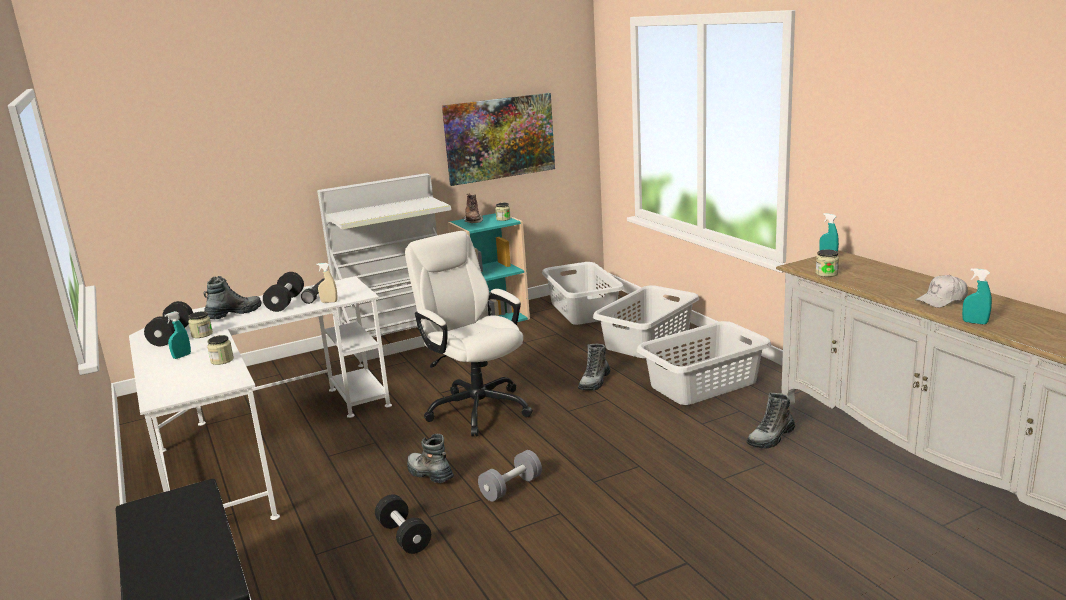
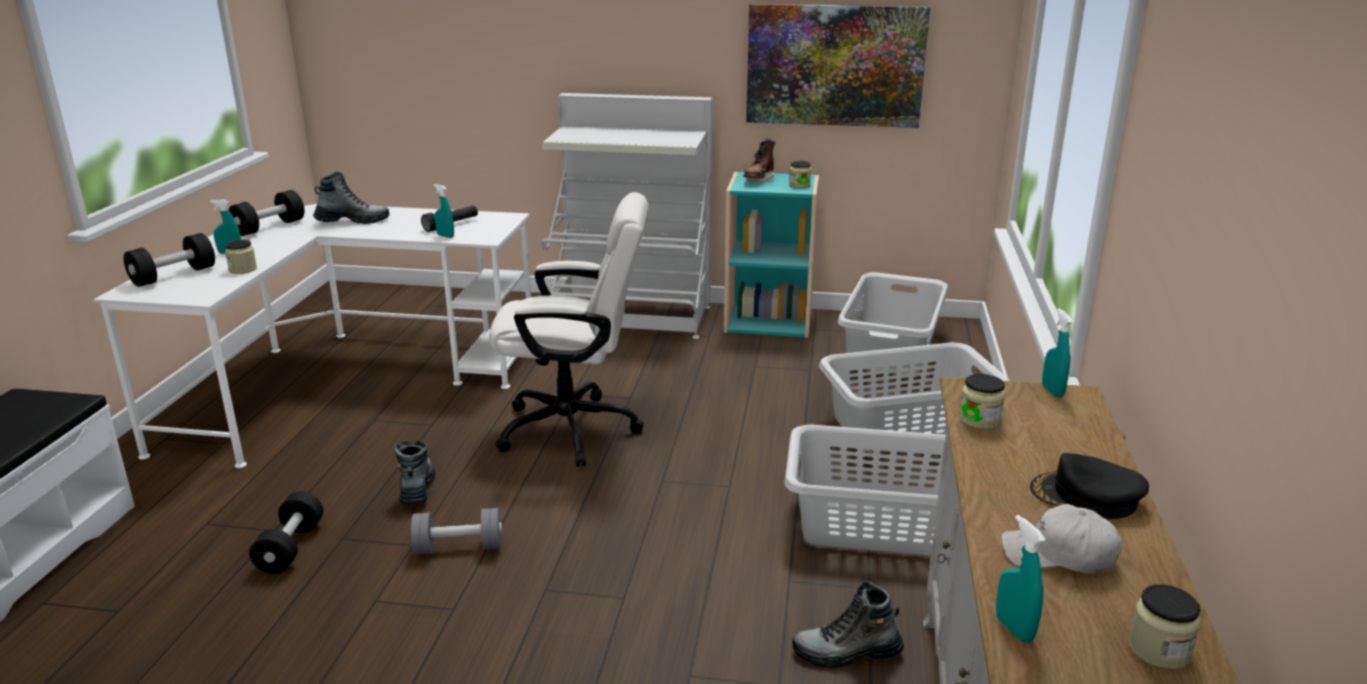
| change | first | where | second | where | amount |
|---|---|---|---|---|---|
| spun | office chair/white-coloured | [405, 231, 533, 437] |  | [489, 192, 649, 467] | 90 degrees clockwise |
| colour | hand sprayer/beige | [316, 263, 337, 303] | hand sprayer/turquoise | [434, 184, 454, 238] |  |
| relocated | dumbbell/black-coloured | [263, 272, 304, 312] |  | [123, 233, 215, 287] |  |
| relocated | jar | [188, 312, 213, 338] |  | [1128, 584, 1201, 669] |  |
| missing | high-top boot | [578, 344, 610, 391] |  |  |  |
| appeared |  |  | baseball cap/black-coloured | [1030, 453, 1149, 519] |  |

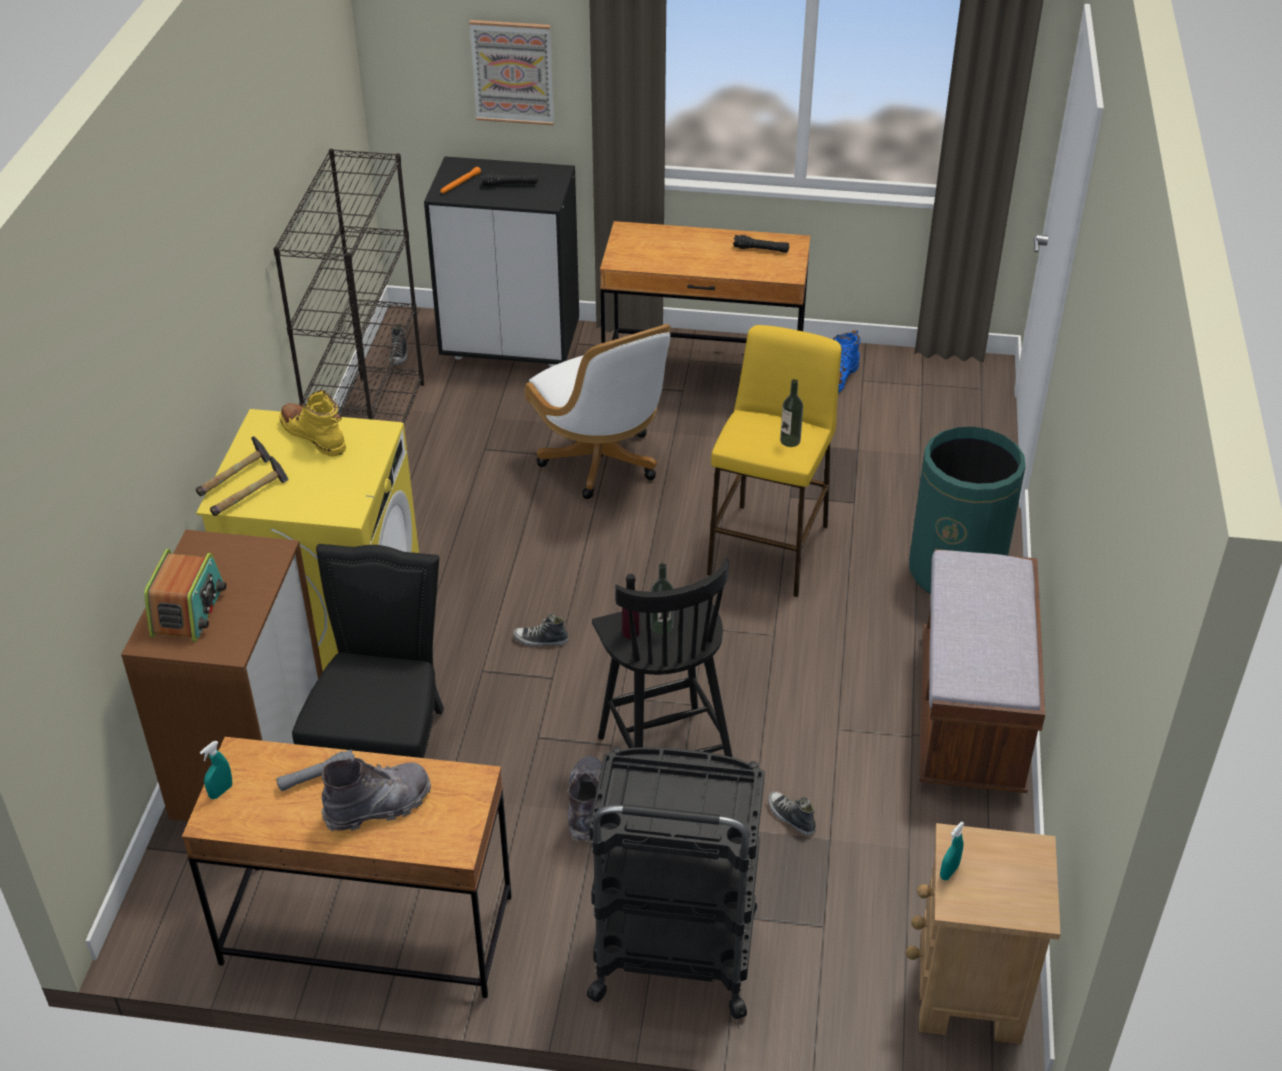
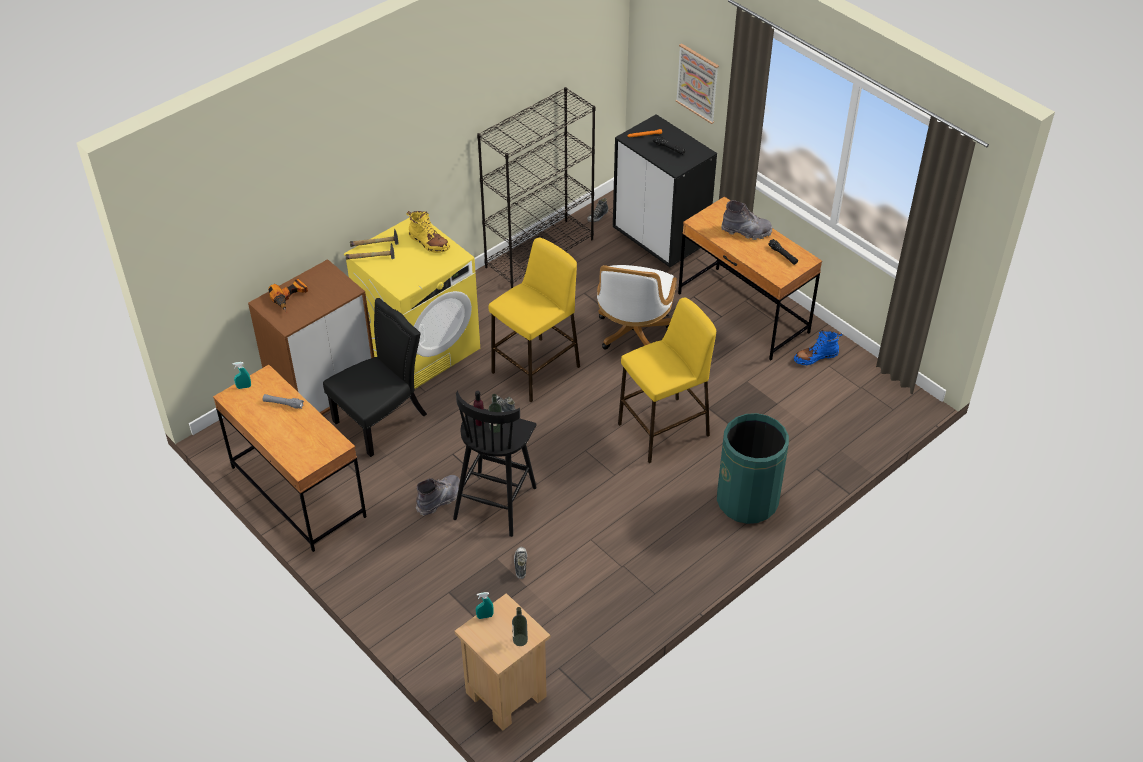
| change | first | where | second | where | amount |
|---|---|---|---|---|---|
| relocated | beverage bottle | [780, 379, 803, 447] |  | [512, 607, 528, 646] |  |
| spun | high-top boot/yellow | [279, 390, 346, 457] |  | [406, 211, 450, 253] | 135 degrees clockwise |
| exchanged | radio | [144, 549, 226, 642] | drill | [268, 279, 308, 313] |  |
| missing | indoor bench/brownish | [919, 549, 1045, 793] |  |  |  |
| missing | cart/black-coloured | [587, 747, 765, 1019] |  |  |  |
| relocated | high-top boot/gray | [321, 758, 431, 832] |  | [721, 200, 773, 240] |  |
| appeared |  |  | stool seat/yellow | [489, 238, 580, 402] |  |

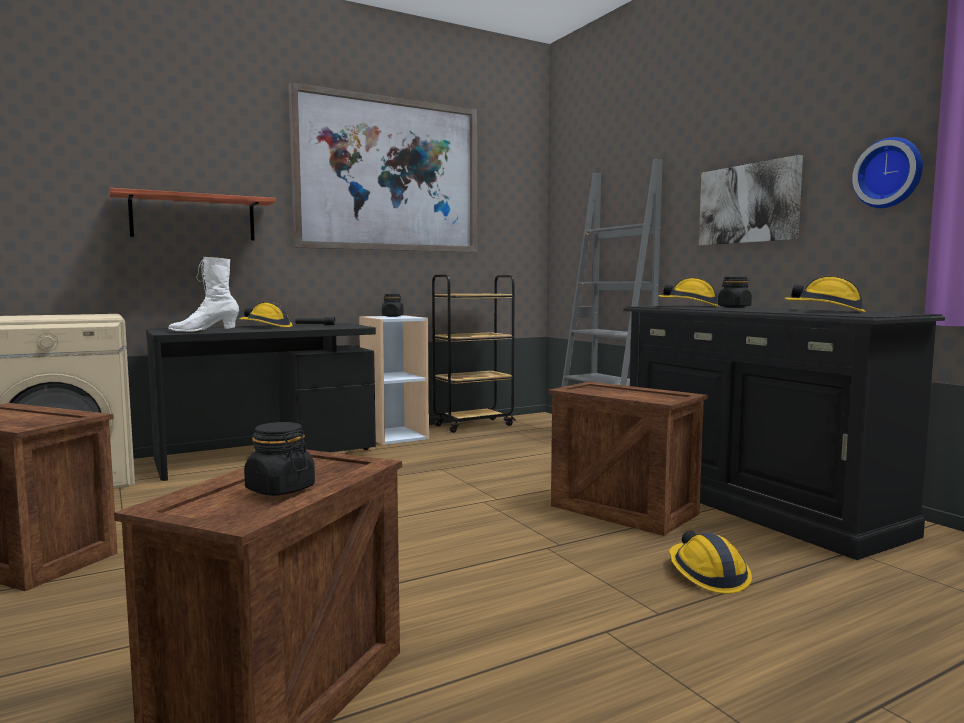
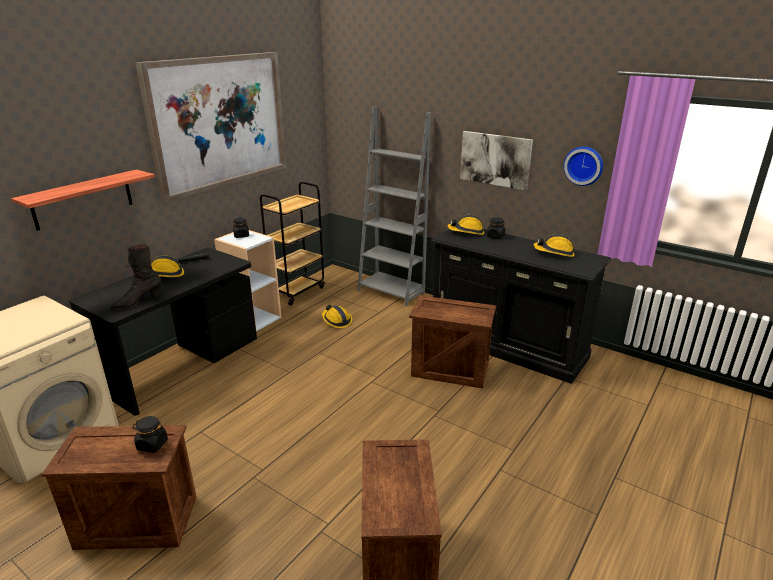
| change | first | where | second | where | amount |
|---|---|---|---|---|---|
| colour | high-top boot/white-coloured | [168, 257, 239, 332] | high-top boot/black-coloured | [110, 244, 162, 310] |  |
| relocated | jar/black-coloured | [244, 422, 315, 496] |  | [132, 416, 168, 453] |  |
| relocated | hard hat | [669, 531, 752, 594] |  | [322, 305, 352, 328] |  |

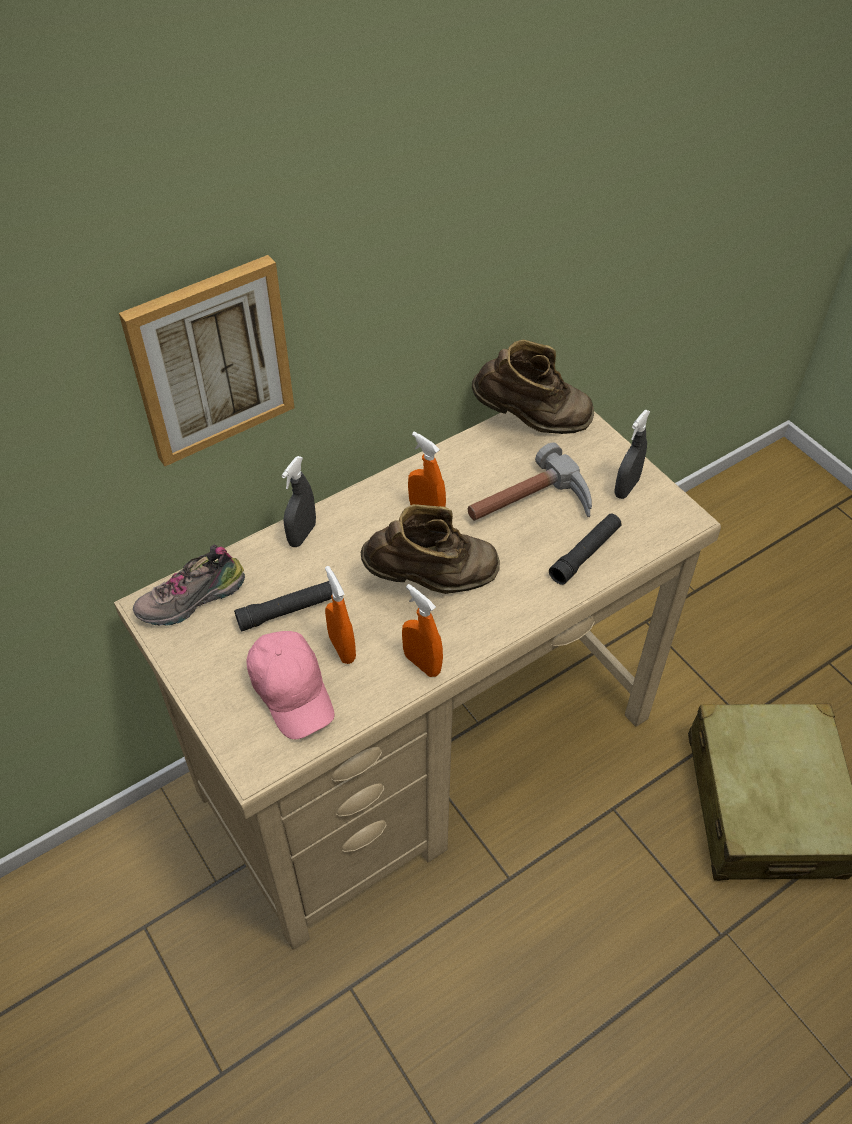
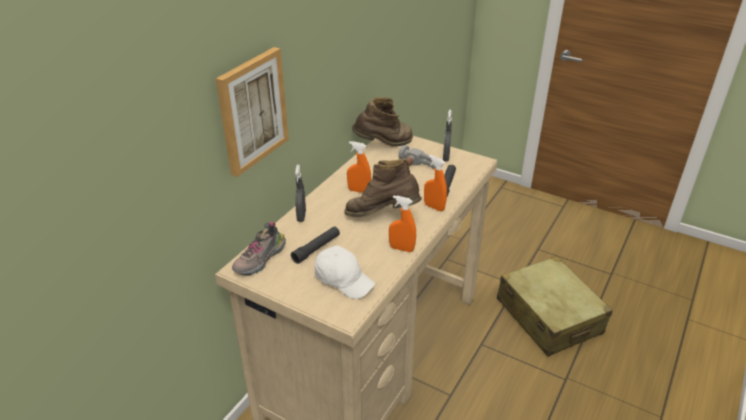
| change | first | where | second | where | amount |
|---|---|---|---|---|---|
| spun | high-top boot/brownish | [361, 504, 500, 594] |  | [344, 158, 422, 217] | 135 degrees counterclockwise |
| relocated | hand sprayer/orange-coloured | [325, 566, 356, 664] |  | [424, 155, 447, 211] |  |
| colour | baseball cap/pink | [247, 631, 335, 739] | baseball cap/white-coloured | [314, 246, 375, 299] |  |

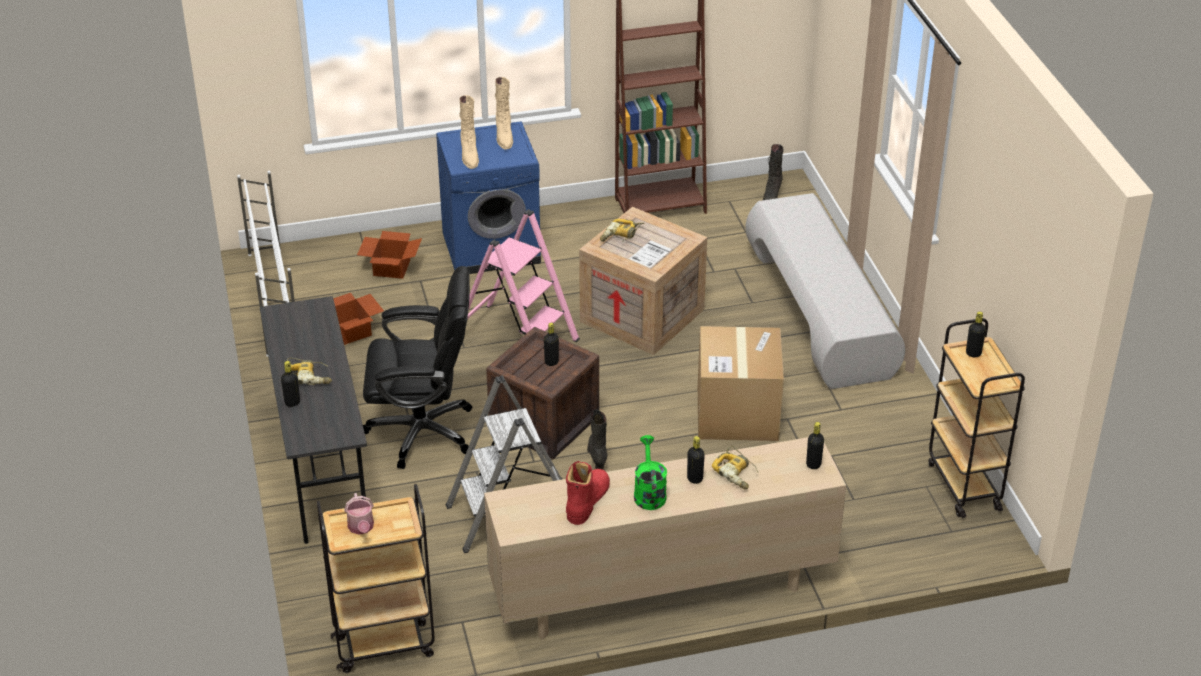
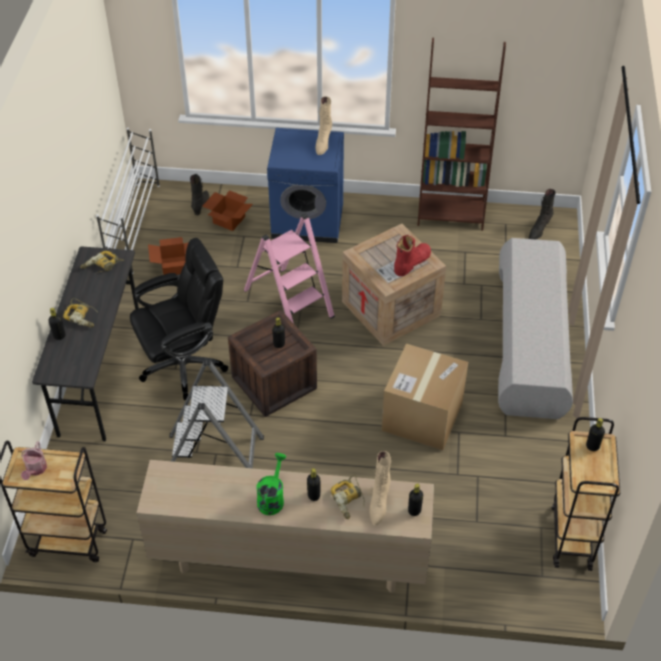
| change | first | where | second | where | amount |
|---|---|---|---|---|---|
| relocated | high-top boot/beige | [459, 95, 479, 169] |  | [370, 451, 391, 525] |  |
| relocated | drill | [600, 219, 644, 242] |  | [80, 251, 124, 274] |  |
| spun | office chair/black-coloured | [363, 266, 473, 469] |  | [130, 238, 228, 400] | 45 degrees counterclockwise |
| relocated | high-top boot/black-coloured | [587, 409, 607, 470] |  | [190, 174, 210, 215] |  |
| relocated | high-top boot/red-coloured | [566, 461, 610, 525] |  | [394, 235, 431, 276] |  |

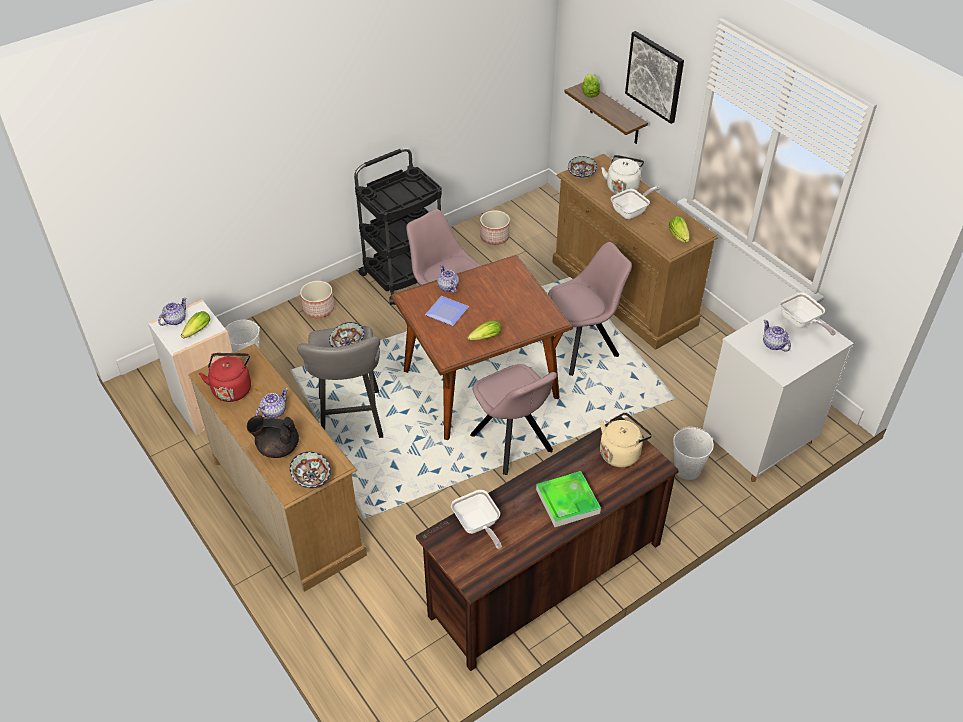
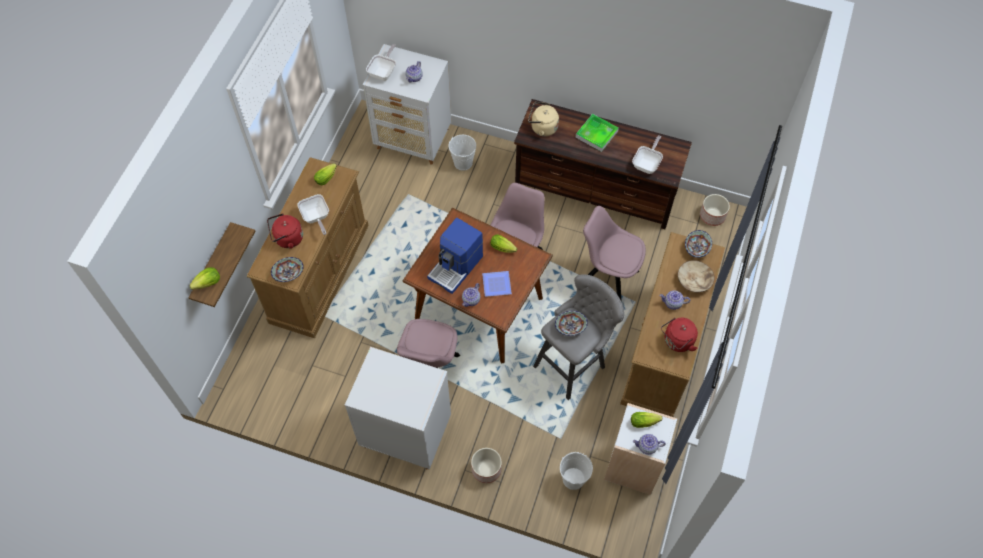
| change | first | where | second | where | amount |
|---|---|---|---|---|---|
| missing | wall picture | [625, 31, 684, 124] |  |  |  |
| exchanged | cart/black-coloured | [354, 148, 442, 305] | drawer chest/white-coloured | [345, 347, 451, 469] |  |
| colour | water kettle/white-coloured | [601, 155, 644, 194] | water kettle/red-coloured | [267, 213, 303, 249] |  |
| spun | pan | [611, 186, 660, 219] |  | [297, 194, 329, 235] | 135 degrees counterclockwise |
| relocated | flower pot | [480, 210, 510, 245] |  | [700, 194, 730, 226] |  |
| relocated | upright chair/pink | [548, 242, 632, 376] |  | [583, 206, 646, 302] |  |
| exchanged | teapot/black-coloured | [247, 415, 299, 458] | serving bowl/beige | [678, 260, 715, 292] |  |
| appeared |  |  | coffee brewer | [427, 218, 483, 294] |  |

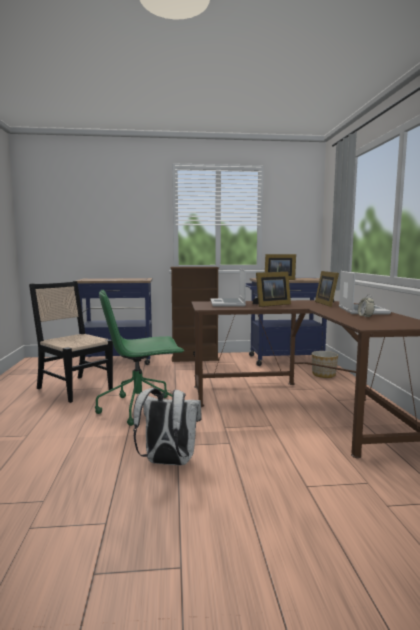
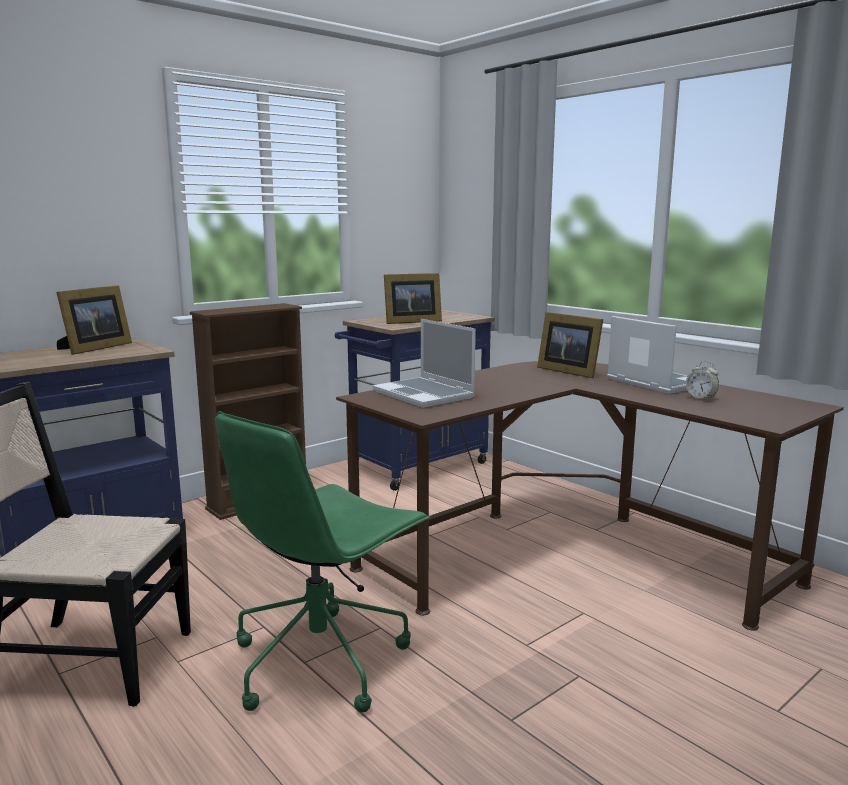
| change | first | where | second | where | amount |
|---|---|---|---|---|---|
| relocated | photo frame | [253, 272, 291, 307] |  | [56, 285, 132, 355] |  |
| missing | flower pot | [312, 351, 338, 378] |  |  |  |
| missing | backpack/white-coloured | [133, 388, 202, 465] |  |  |  |

